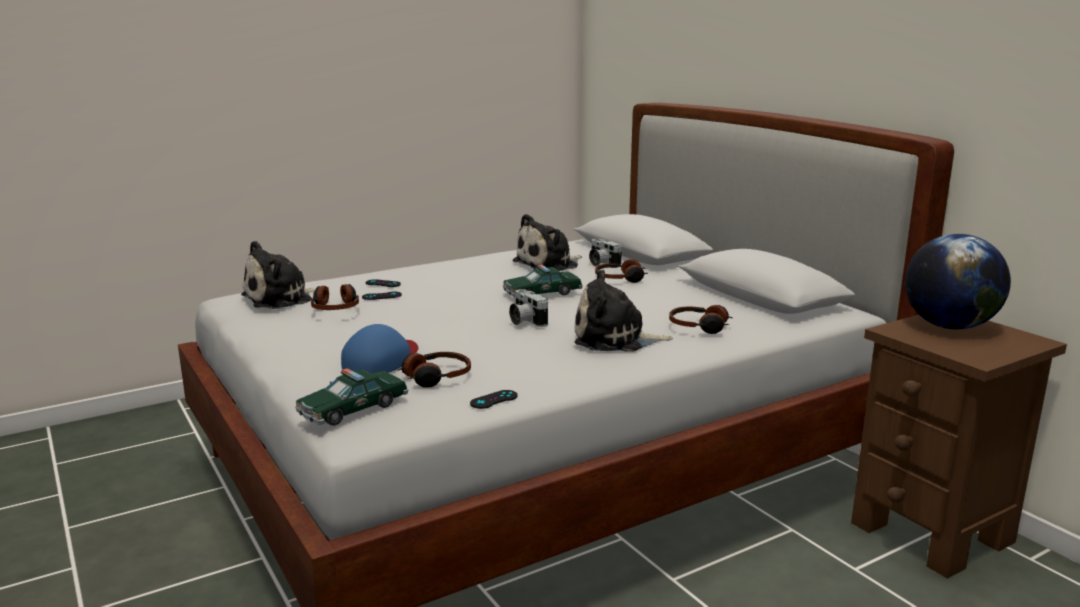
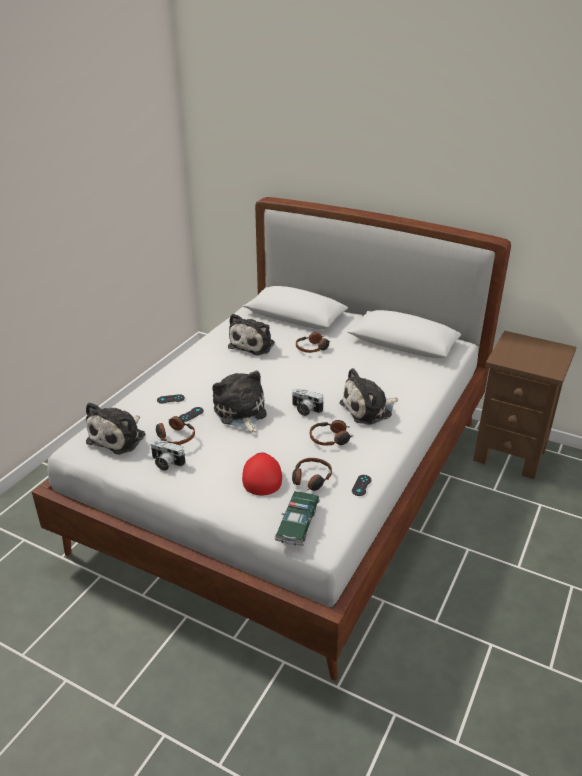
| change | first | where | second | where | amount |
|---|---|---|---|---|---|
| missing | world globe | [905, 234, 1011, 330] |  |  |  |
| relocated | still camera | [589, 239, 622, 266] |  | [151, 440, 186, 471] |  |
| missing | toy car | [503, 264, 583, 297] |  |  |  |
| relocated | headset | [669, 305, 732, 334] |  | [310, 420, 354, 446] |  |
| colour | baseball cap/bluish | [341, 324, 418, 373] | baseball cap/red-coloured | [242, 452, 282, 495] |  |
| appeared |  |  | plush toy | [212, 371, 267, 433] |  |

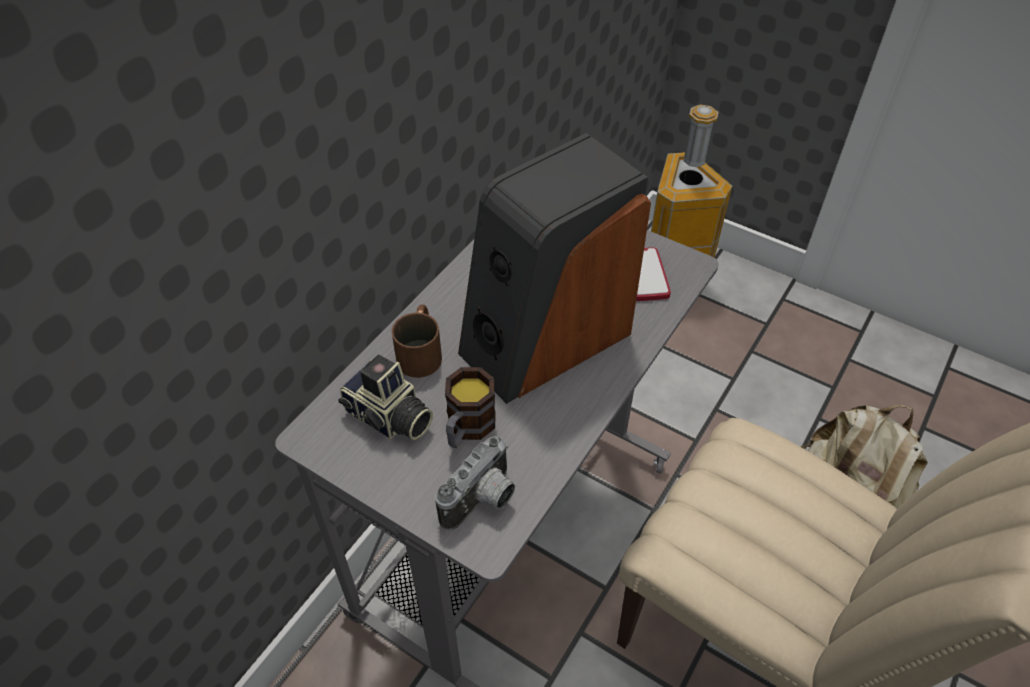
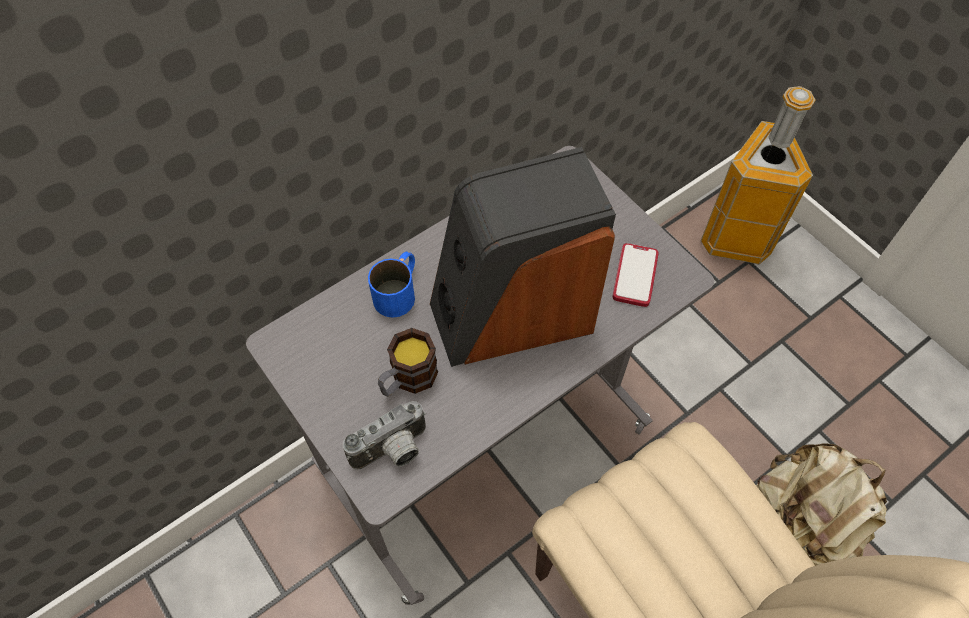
| change | first | where | second | where | amount |
|---|---|---|---|---|---|
| colour | tea mug/brownish | [392, 305, 442, 378] | tea mug/bluish | [368, 252, 415, 318] |  |
| missing | still camera | [338, 355, 433, 440] |  |  |  |

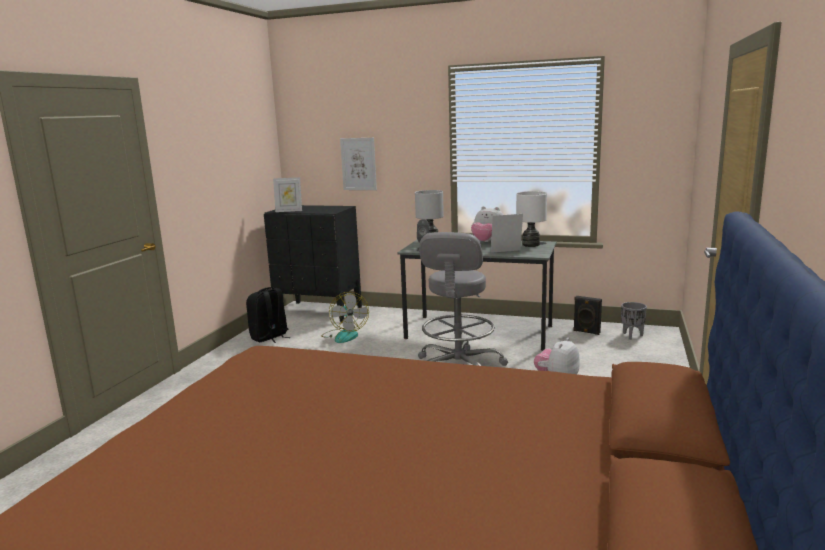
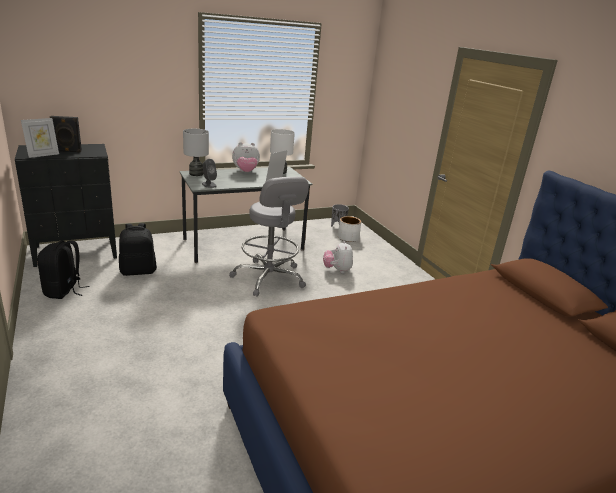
| change | first | where | second | where | amount |
|---|---|---|---|---|---|
| missing | wall picture | [340, 138, 377, 190] |  |  |  |
| exchanged | fan | [321, 292, 369, 343] | backpack/black-coloured | [119, 223, 157, 276] |  |
| relocated | loudspeaker/black-coloured | [573, 296, 602, 335] |  | [50, 116, 82, 152] |  |
| appeared |  |  | flower pot/white-coloured | [338, 216, 361, 242] |  |

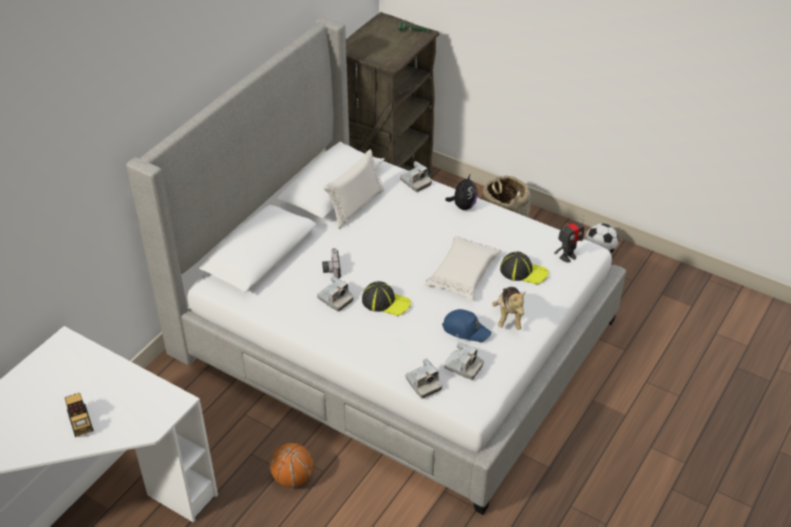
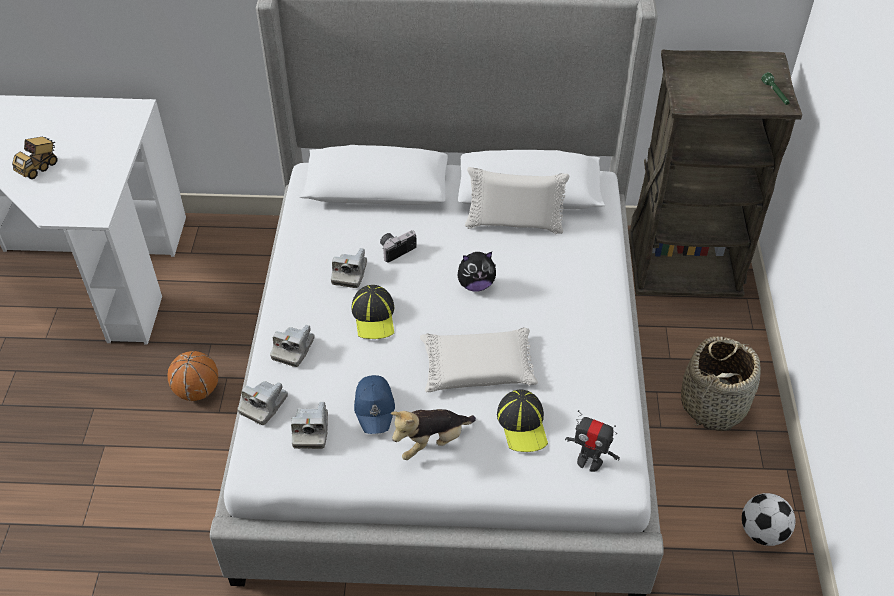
| change | first | where | second | where | amount |
|---|---|---|---|---|---|
| relocated | still camera | [400, 161, 432, 192] |  | [270, 325, 314, 367] |  |
| relocated | plush toy | [445, 173, 478, 210] |  | [458, 252, 496, 291] |  |

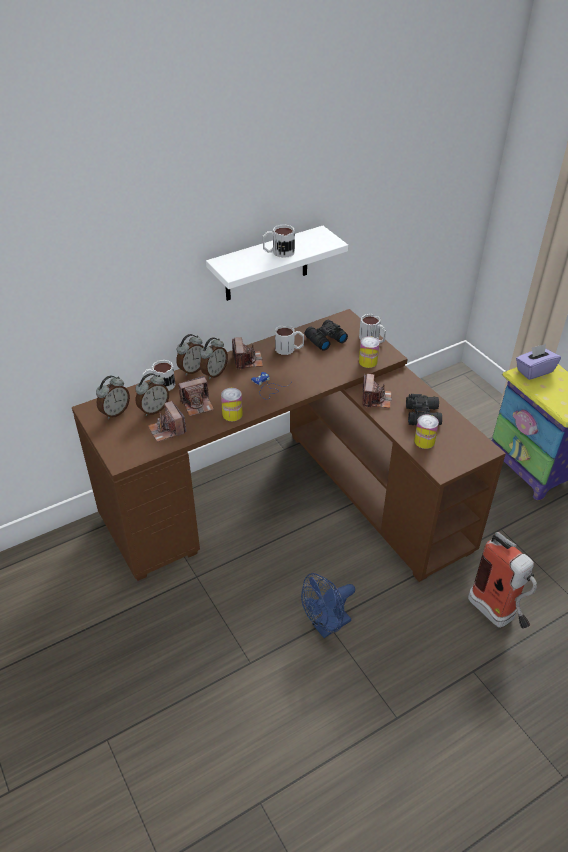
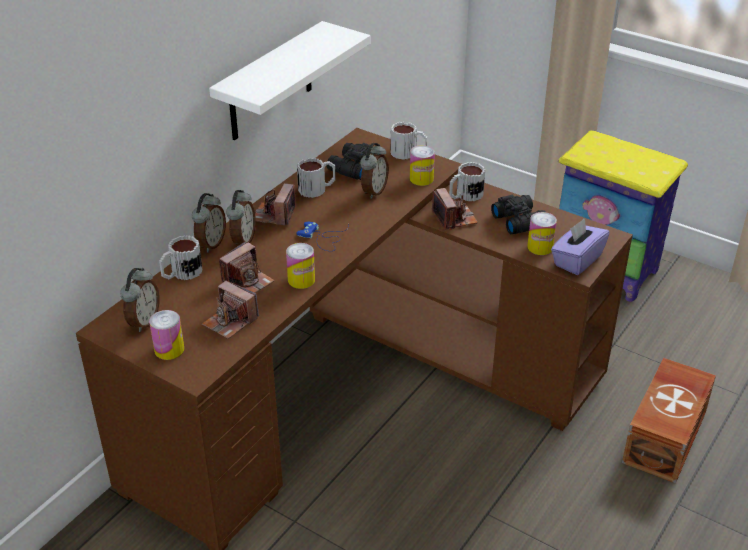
| change | first | where | second | where | amount |
|---|---|---|---|---|---|
| relocated | tea mug | [263, 225, 295, 258] |  | [449, 162, 485, 202] |  |
| spun | still camera | [232, 337, 263, 370] |  | [255, 183, 296, 226] | 135 degrees counterclockwise |
| relocated | tissue holder/purple-coloured | [516, 344, 561, 380] |  | [551, 218, 610, 275] |  |
| relocated | bedside clock | [135, 373, 169, 416] |  | [360, 143, 389, 199] |  |
| exchanged | fire extinguisher | [468, 532, 537, 628] | storage bin/brownish | [622, 358, 716, 484] |  |
| missing | fan/bluish | [301, 573, 355, 638] |  |  |  |
| appeared |  |  | can | [149, 310, 184, 360] |  |

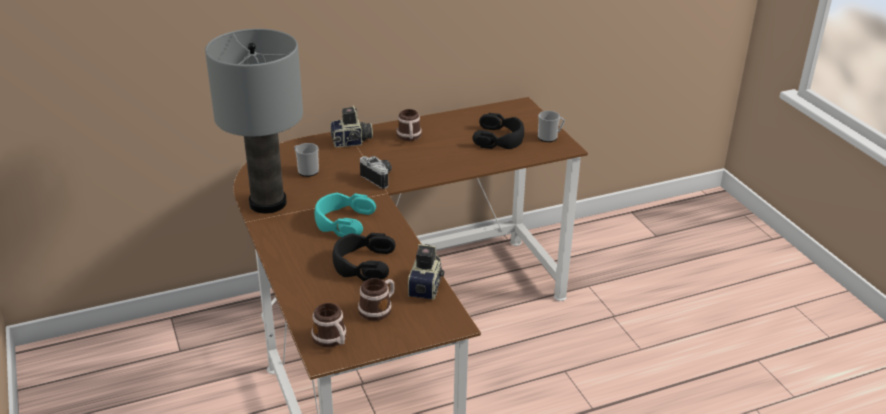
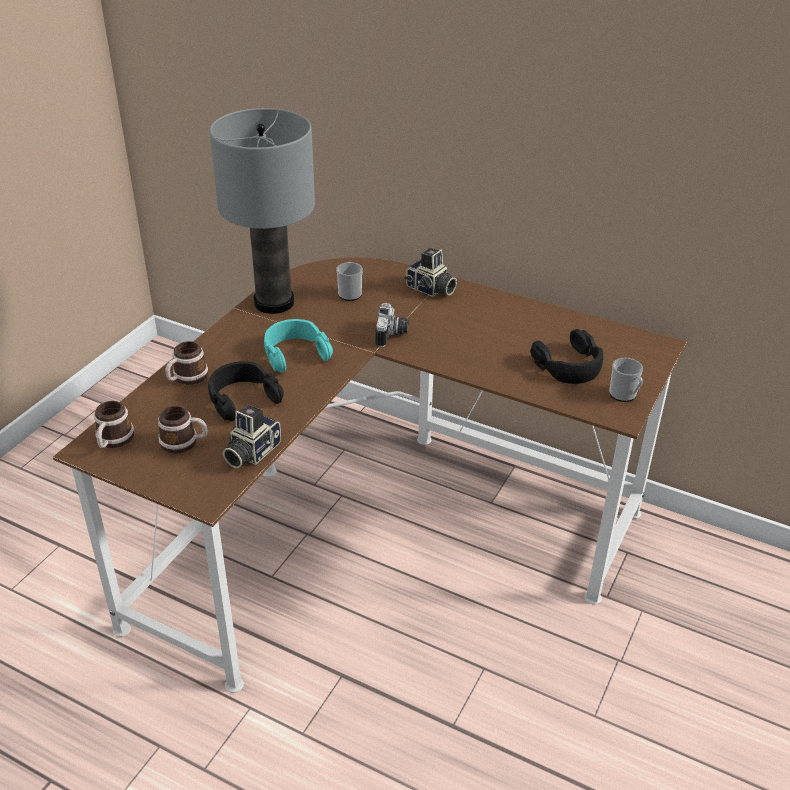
| change | first | where | second | where | amount |
|---|---|---|---|---|---|
| relocated | tea mug | [396, 109, 422, 141] |  | [165, 341, 208, 385] |  |
| spun | still camera | [408, 244, 444, 300] |  | [223, 404, 281, 468] | 150 degrees clockwise |

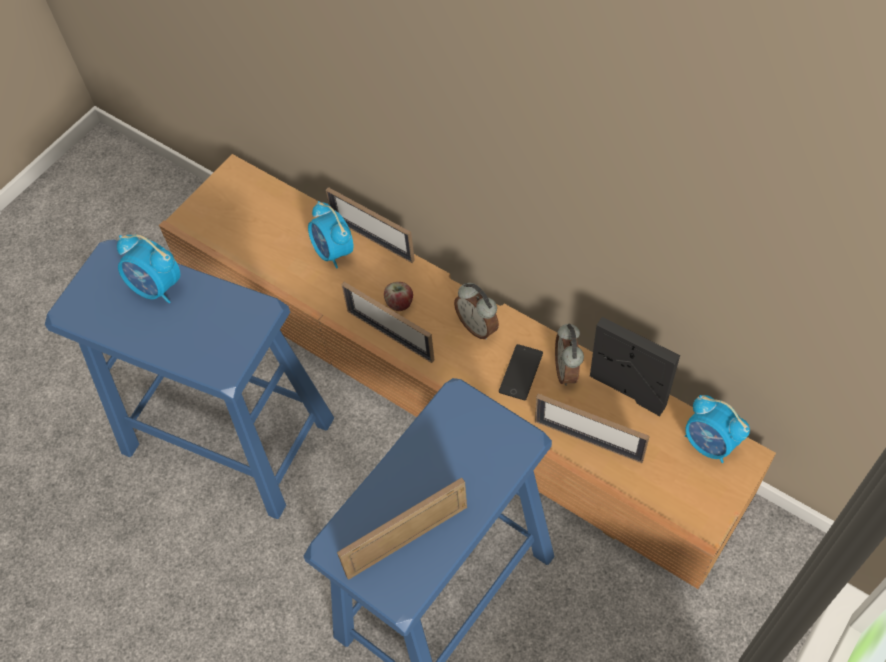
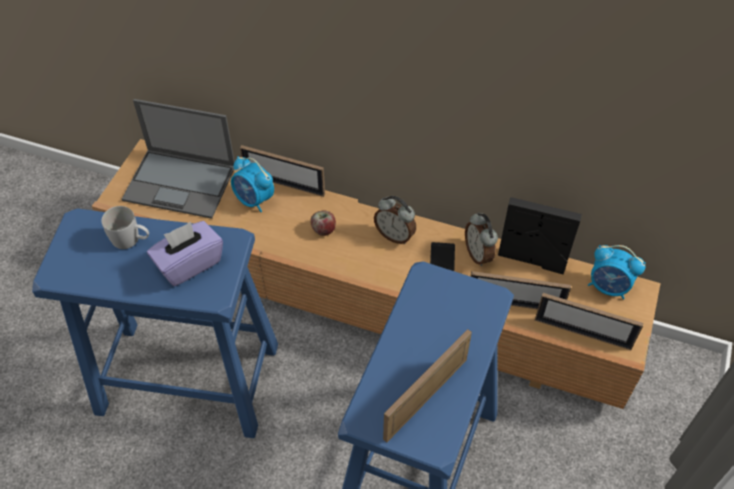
| change | first | where | second | where | amount |
|---|---|---|---|---|---|
| exchanged | bedside clock | [117, 234, 181, 303] | tea mug/white-coloured | [101, 206, 149, 249] |  |
| relocated | photo frame | [341, 282, 434, 363] |  | [535, 293, 644, 350] |  |
| appeared |  |  | notebook computer | [122, 99, 235, 219] |  |
| appeared |  |  | tissue holder/purple-coloured | [147, 221, 223, 286] |  |

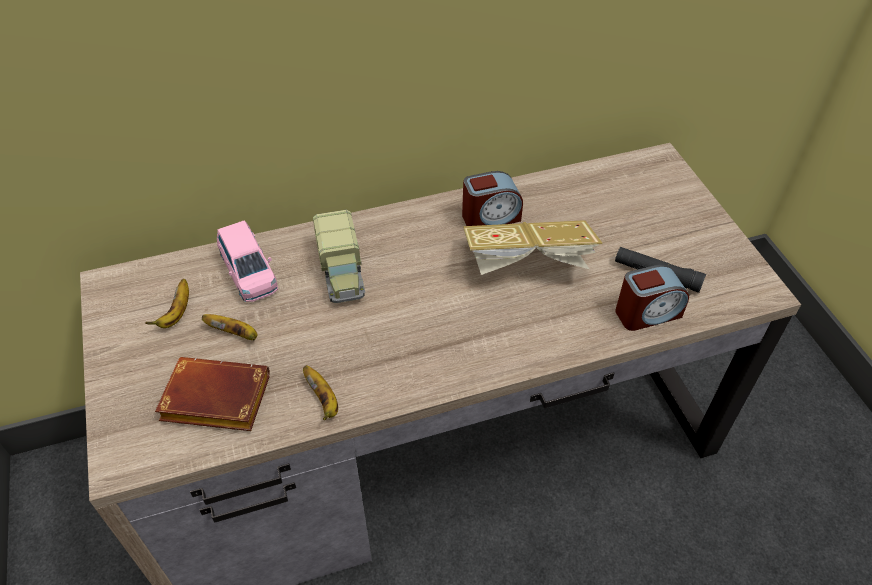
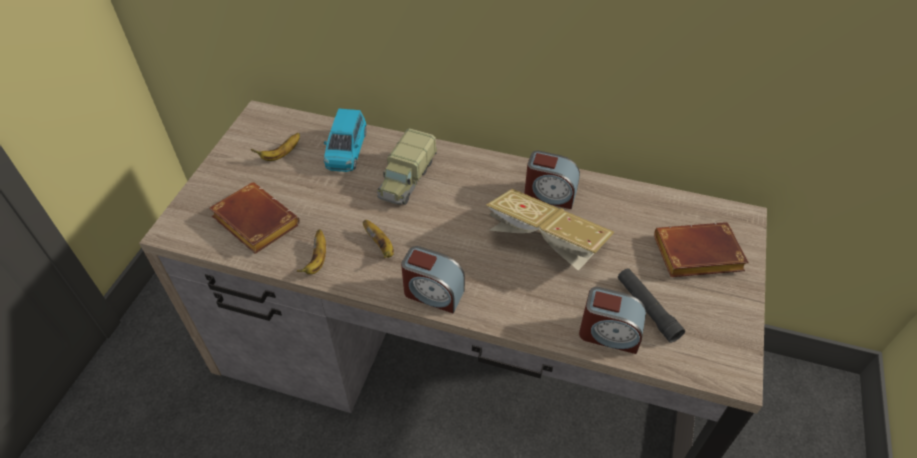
| change | first | where | second | where | amount |
|---|---|---|---|---|---|
| colour | toy car/pink | [217, 220, 278, 302] | toy car/bluish | [324, 108, 367, 172] |  |
| relocated | banana fruit | [202, 314, 258, 341] |  | [363, 220, 394, 258] |  |
| appeared |  |  | volume/brownish | [654, 222, 749, 277] |  |
| appeared |  |  | bedside clock | [401, 246, 465, 313] |  |

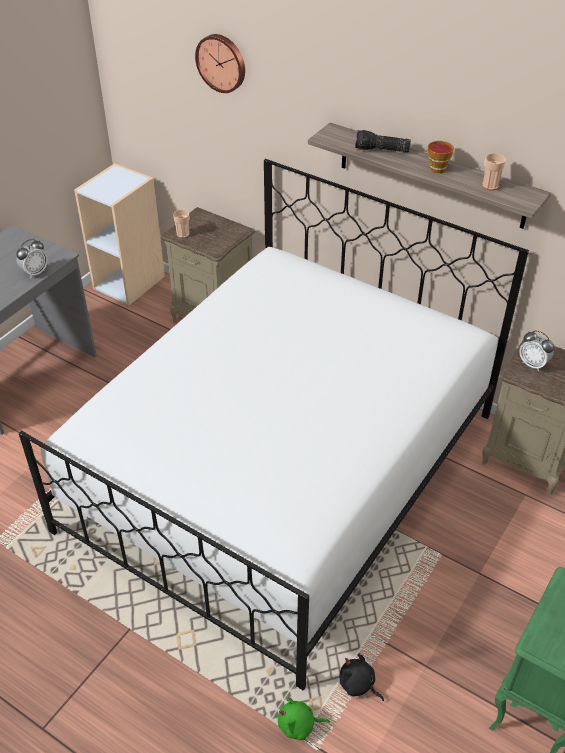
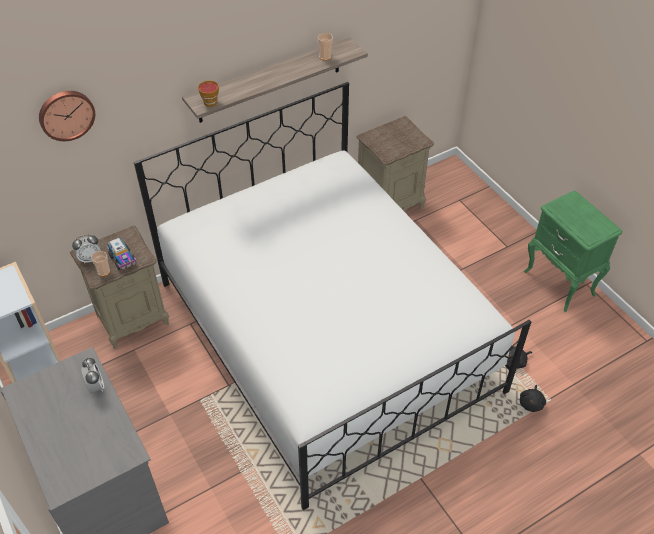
| change | first | where | second | where | amount |
|---|---|---|---|---|---|
| missing | hand torch | [355, 130, 411, 153] |  |  |  |
| relocated | drinking cup | [428, 141, 454, 173] |  | [198, 80, 219, 107] |  |
| relocated | bedside clock | [519, 330, 554, 371] |  | [72, 235, 101, 264] |  |
| colour | plush toy/greenish | [278, 698, 330, 740] | plush toy/black-coloured | [520, 385, 546, 412] |  |
| appeared |  |  | model truck | [107, 238, 137, 270] |  |

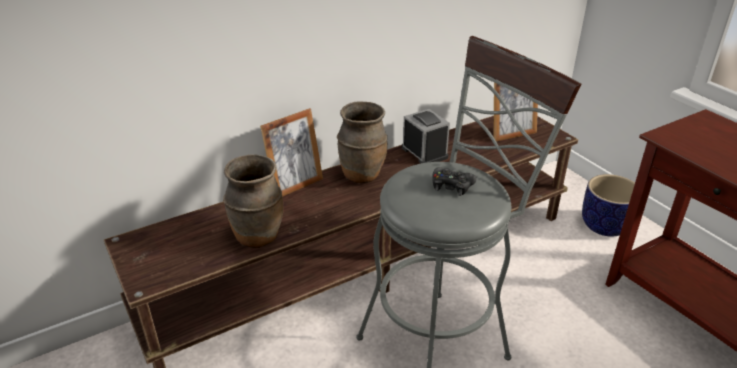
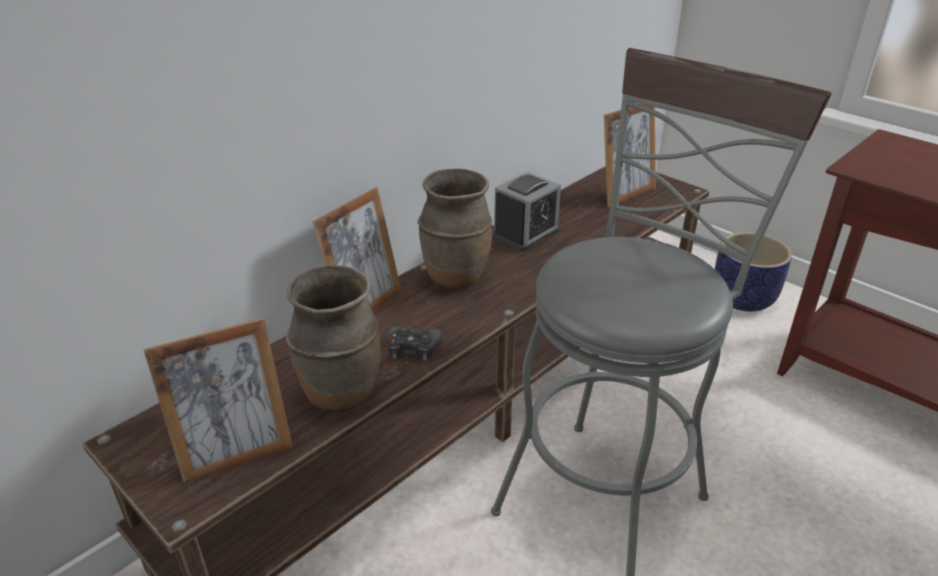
| change | first | where | second | where | amount |
|---|---|---|---|---|---|
| spun | bedside clock | [402, 109, 450, 164] |  | [492, 172, 561, 252] | 90 degrees clockwise |
| relocated | gamepad/black-coloured | [432, 167, 477, 196] |  | [386, 326, 443, 361] |  |
| appeared |  |  | photo frame | [144, 318, 293, 484] |  |

